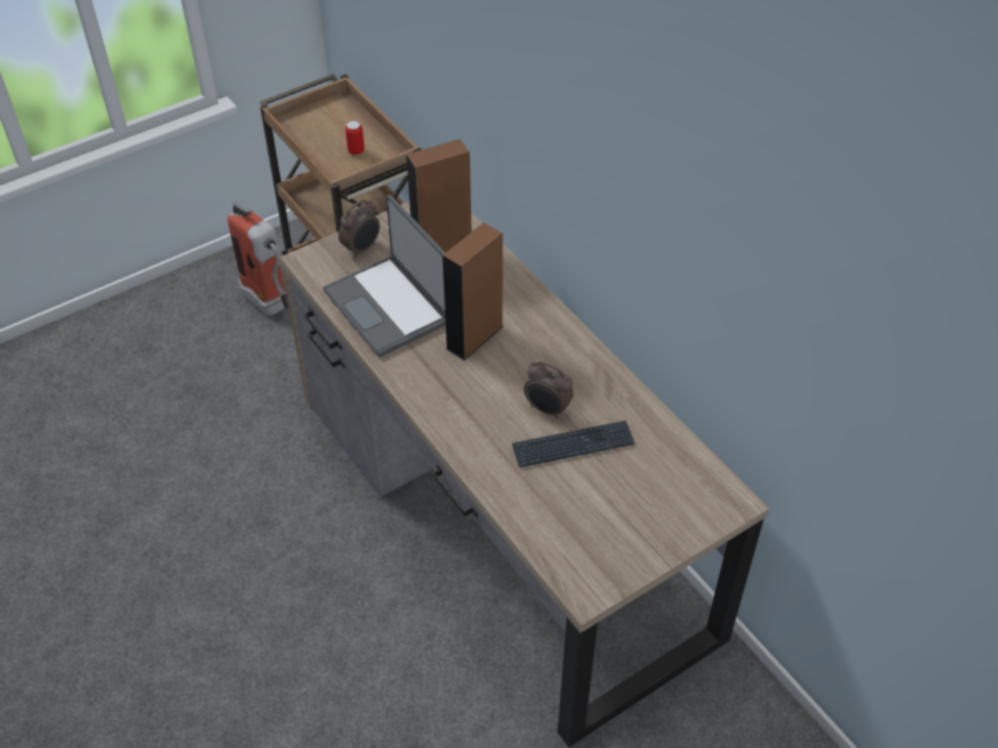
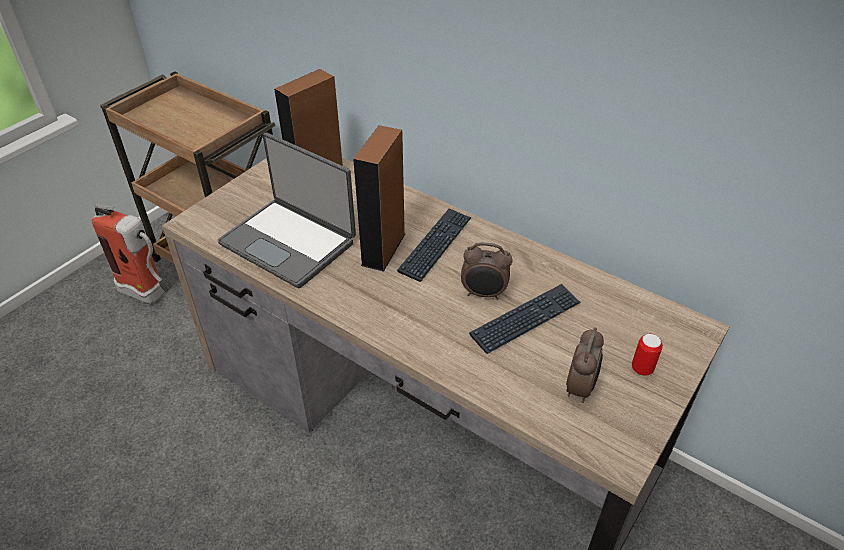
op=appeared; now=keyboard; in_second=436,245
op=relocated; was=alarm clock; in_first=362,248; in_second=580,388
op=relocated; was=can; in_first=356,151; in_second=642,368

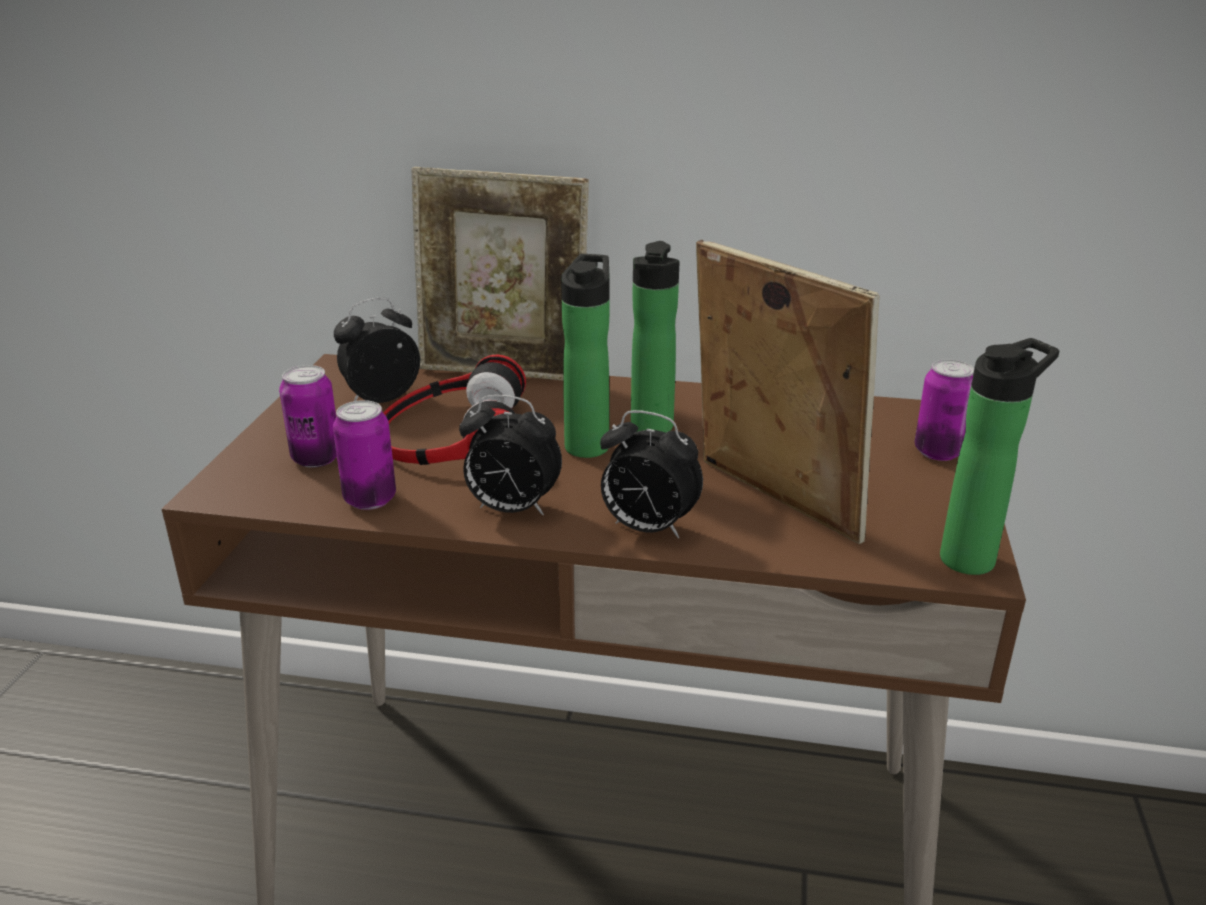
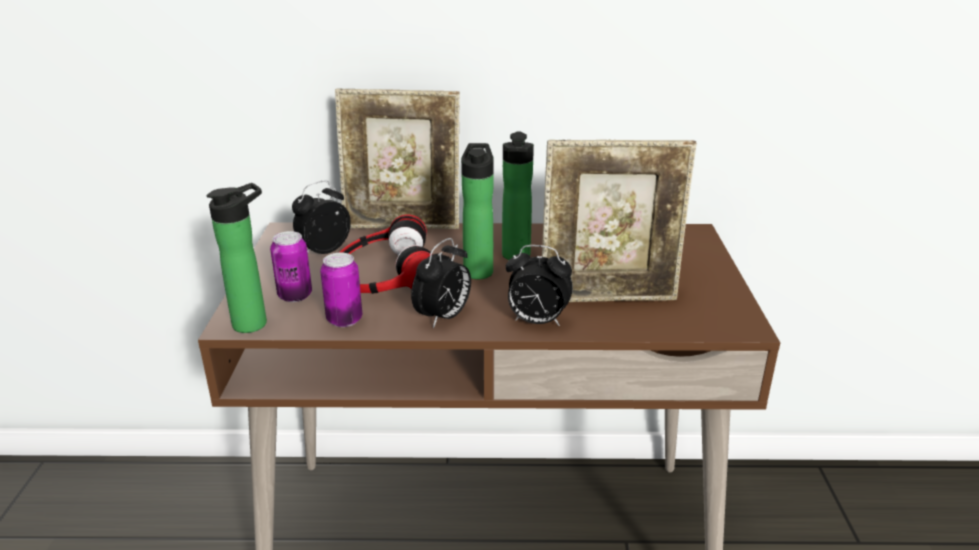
op=missing; was=can; in_first=938,452
op=relocated; was=bottle; in_first=973,558; in_second=255,322
op=spun; was=alarm clock; in_first=511,509; in_second=443,317; clockwise=-60
op=spun; was=picture frame; in_first=770,502; in_second=608,297; clockwise=135

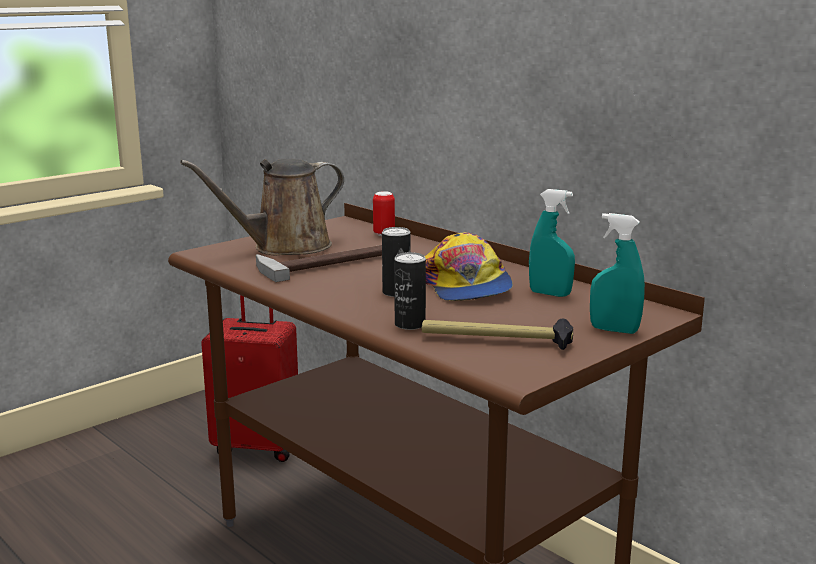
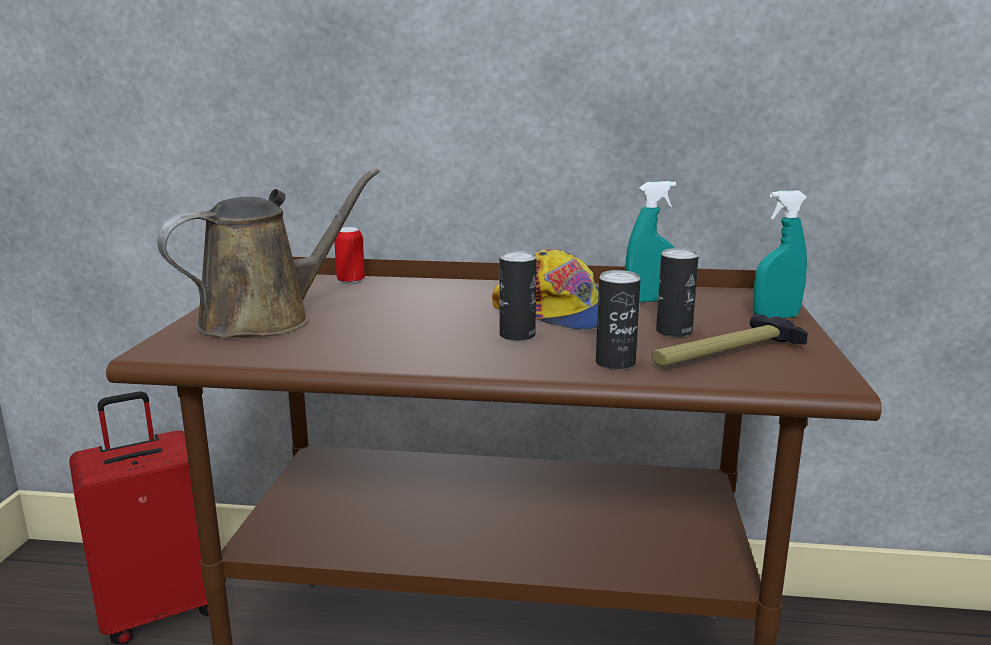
op=missing; was=hammer; in_first=327,262
op=appeared; now=can; in_second=674,332
op=spun; was=brown watering can; in_first=284,247; in_second=266,319; clockwise=-150

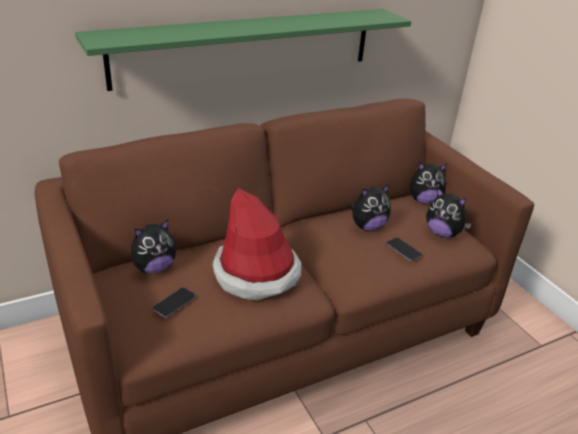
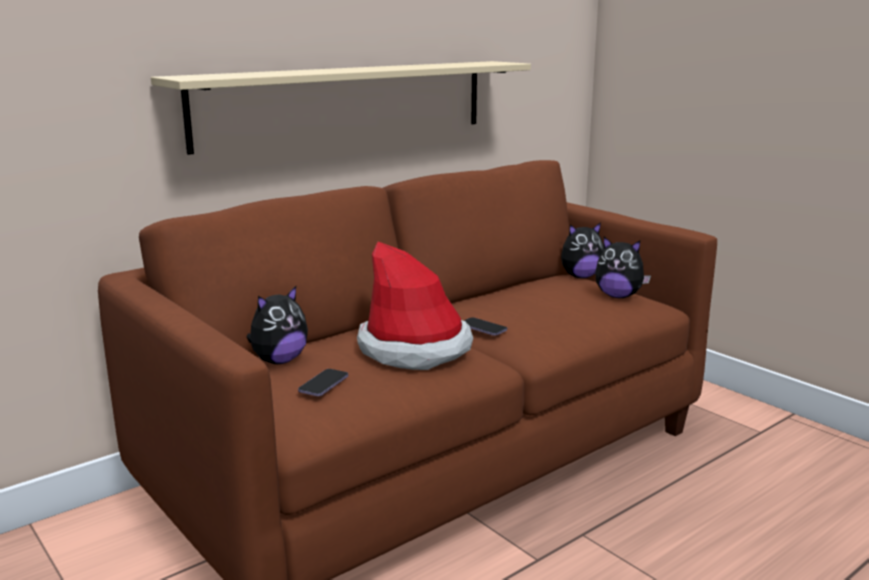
op=missing; was=plush toy; in_first=367,226
op=relocated; was=phone; in_first=403,250; in_second=483,328
op=colour; was=green shelf; now=beige shelf; in_first=246,47; in_second=347,102

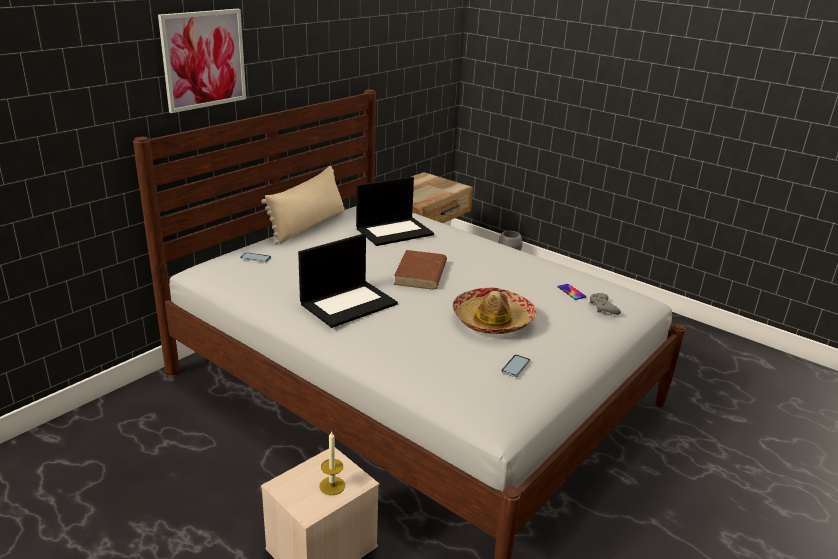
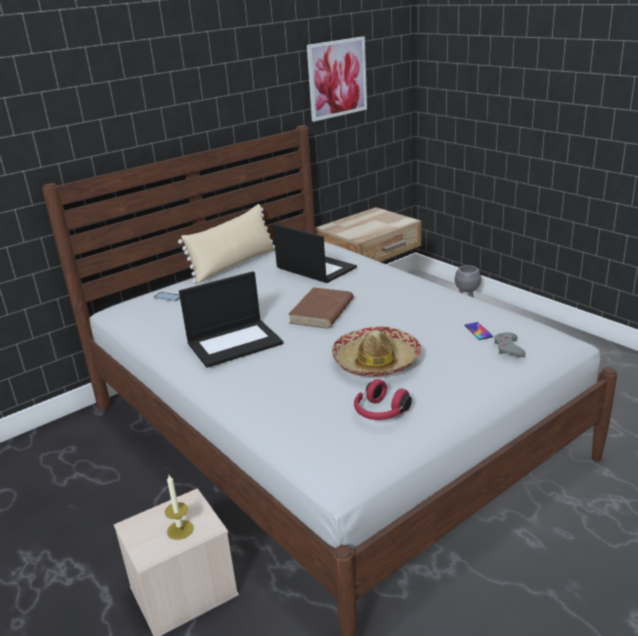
op=relocated; was=picture; in_first=203,59; in_second=337,78
op=exchanged; was=phone; now=red headphones; in_first=515,366; in_second=380,412
op=spun; was=laptop; in_first=394,231; in_second=315,268; clockwise=-120

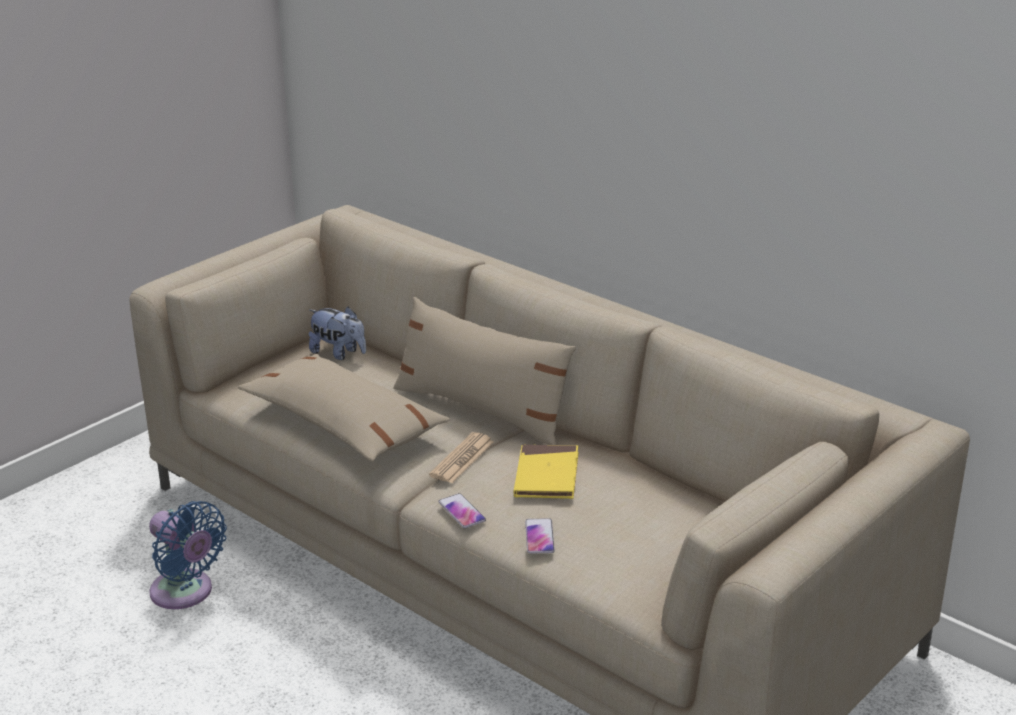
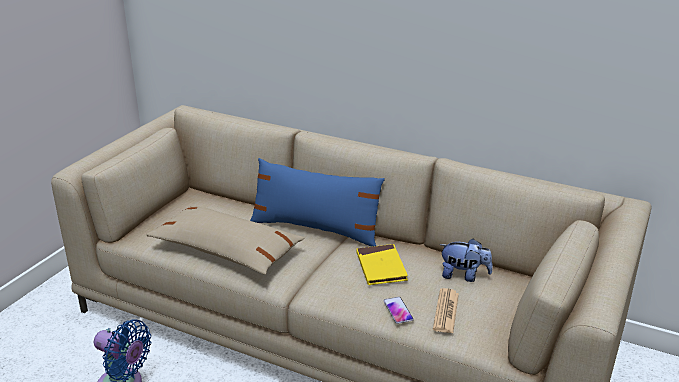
op=missing; was=phone; in_first=462,512
op=relocated; was=plush toy; in_first=338,353; in_second=464,276
op=relocated; was=newspaper; in_first=462,459; in_second=446,311
op=colour; was=beige pillow; now=blue pillow; in_first=482,410; in_second=315,229

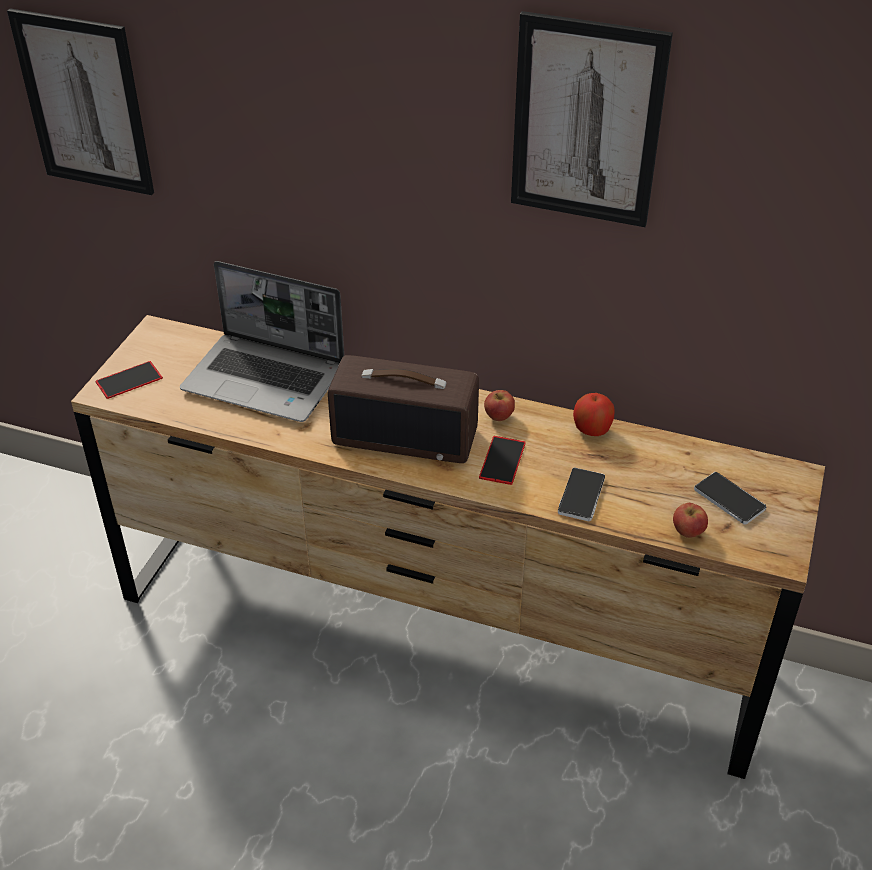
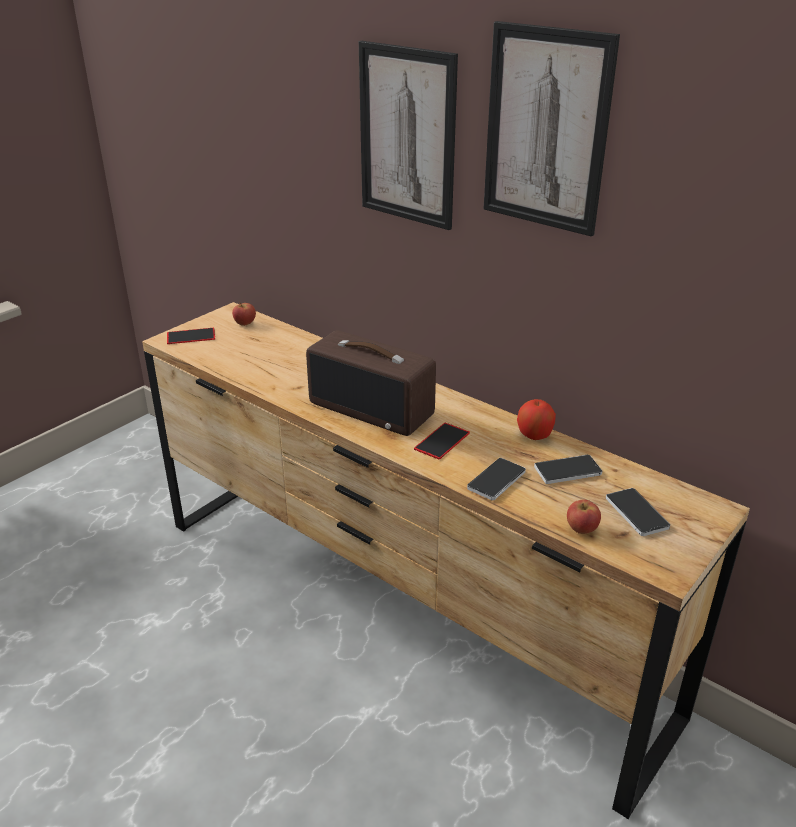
op=missing; was=laptop; in_first=266,379
op=appeared; now=phone; in_second=567,471
op=relocated; was=picture; in_first=84,104; in_second=407,136
op=relocated; was=apple; in_first=499,416; in_second=245,323

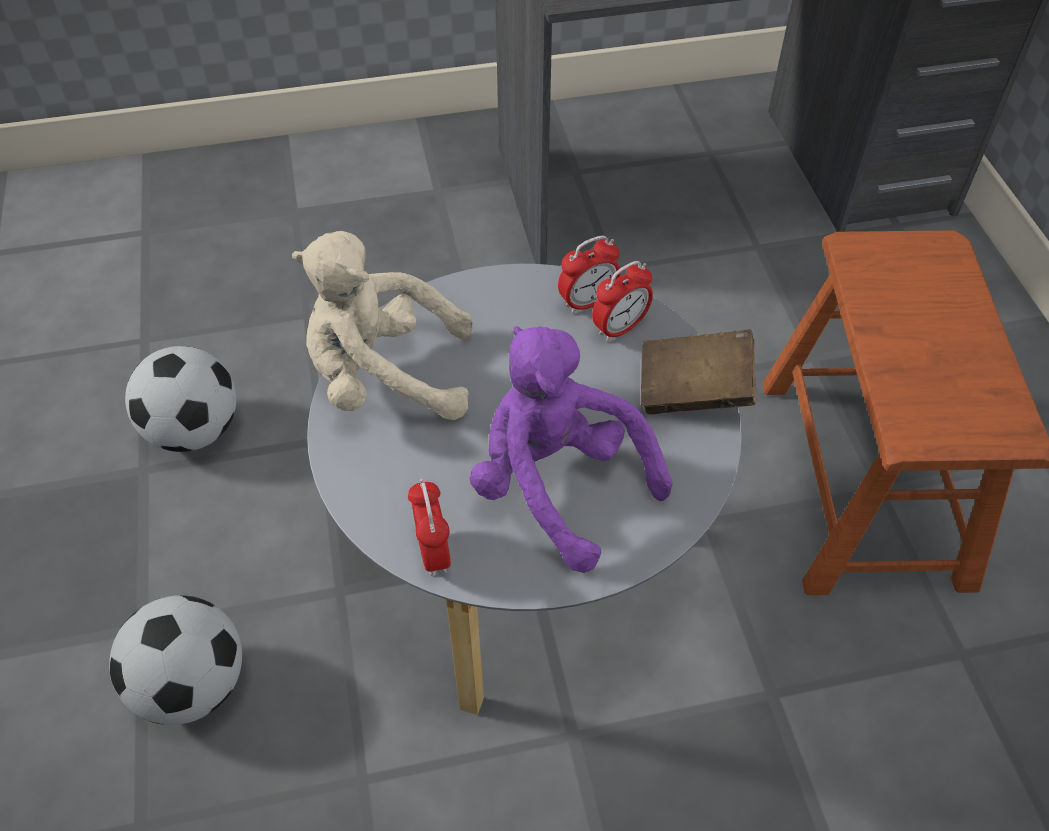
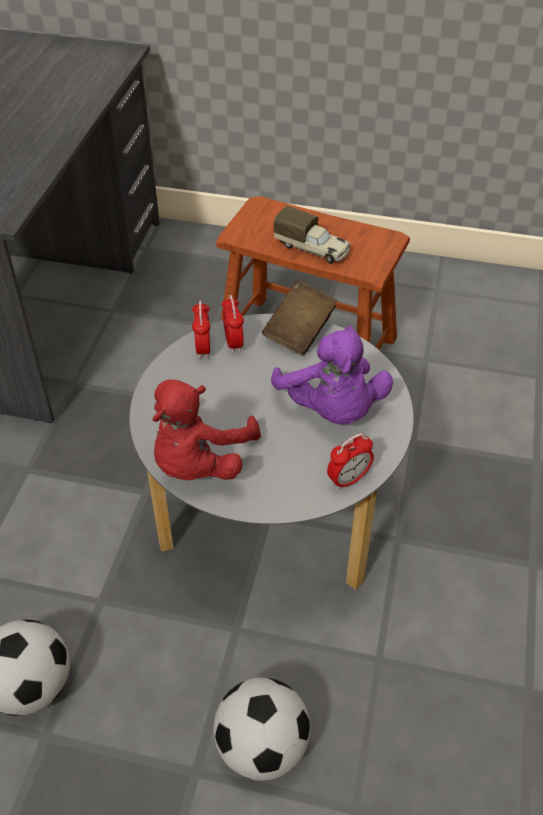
op=appeared; now=toy truck; in_second=312,249
op=colour; was=beige plush toy; now=red plush toy; in_first=384,377; in_second=199,462
op=spun; was=alarm clock; in_first=433,552; in_second=348,479; clockwise=135
op=spun; was=purple plush toy; in_first=557,485; in_second=331,410; clockwise=-90

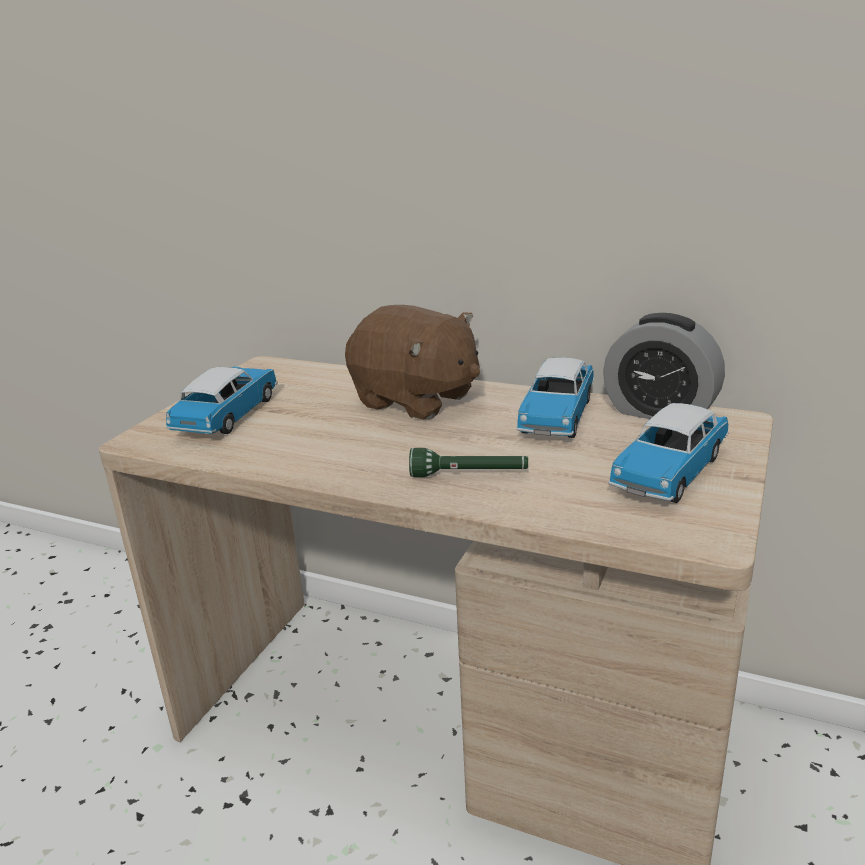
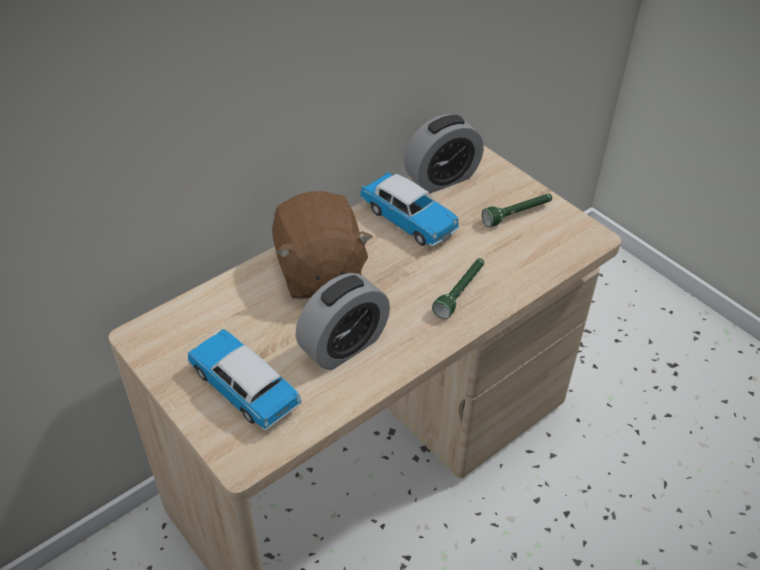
op=appeared; now=alarm clock; in_second=344,346
op=exchanged; was=toy car; now=green flashlight; in_first=669,472; in_second=517,214
op=spun; was=brown plush toy; in_first=416,400; in_second=319,272; clockwise=105

